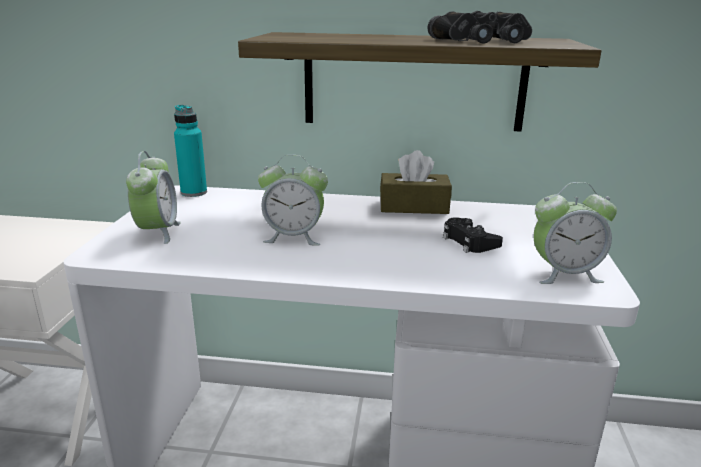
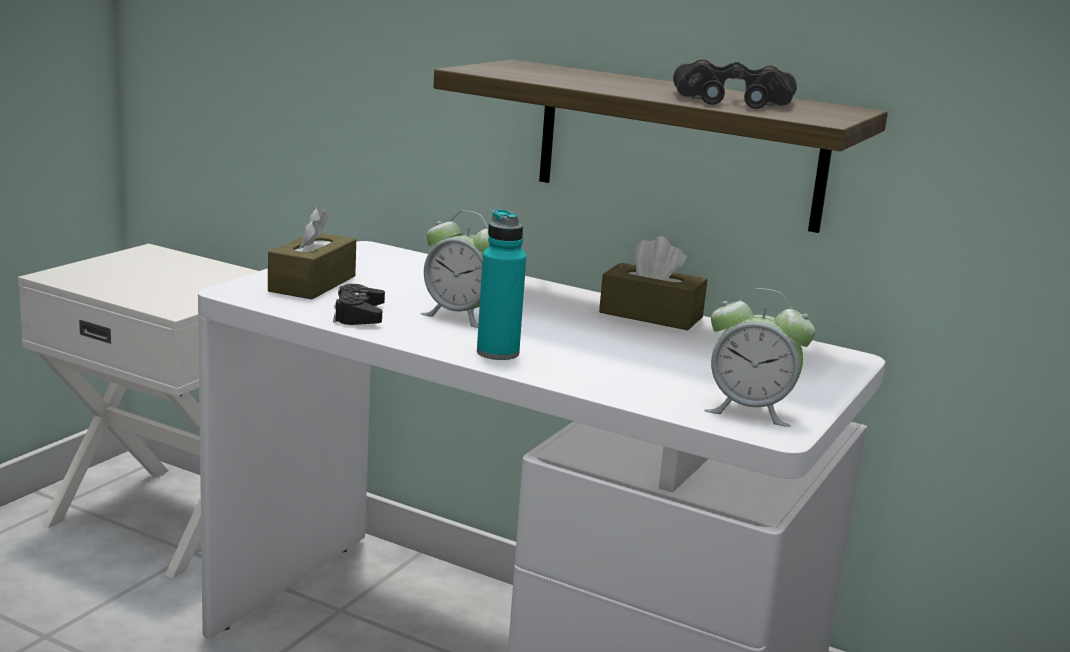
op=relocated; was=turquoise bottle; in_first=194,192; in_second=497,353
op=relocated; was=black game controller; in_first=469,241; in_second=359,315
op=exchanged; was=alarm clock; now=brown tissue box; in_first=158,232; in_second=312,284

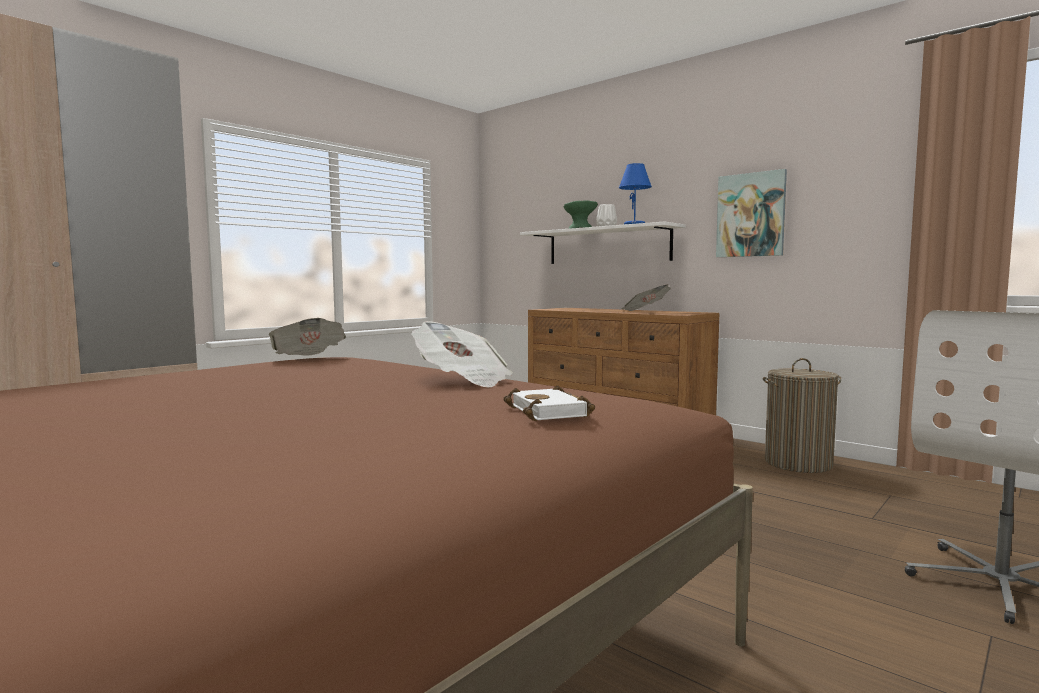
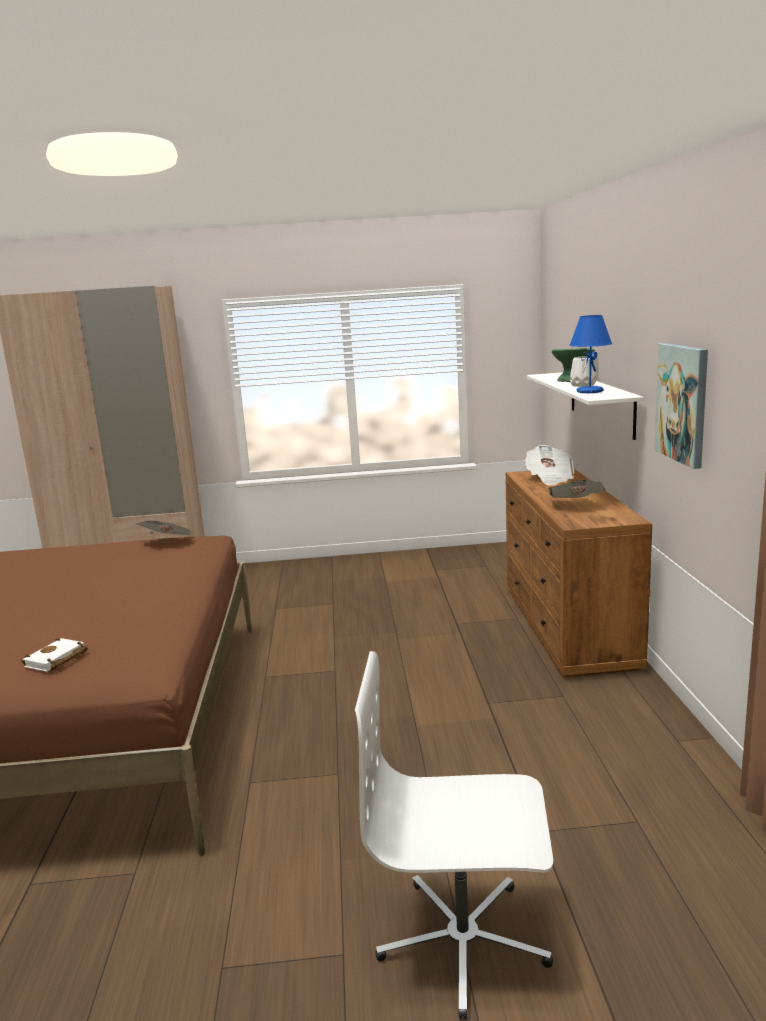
op=missing; was=laundry basket; in_first=798,463
op=relocated; was=newspaper; in_first=463,380; in_second=549,479

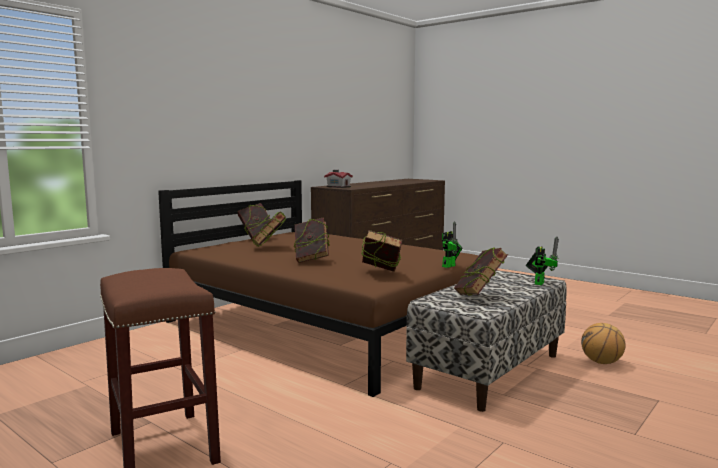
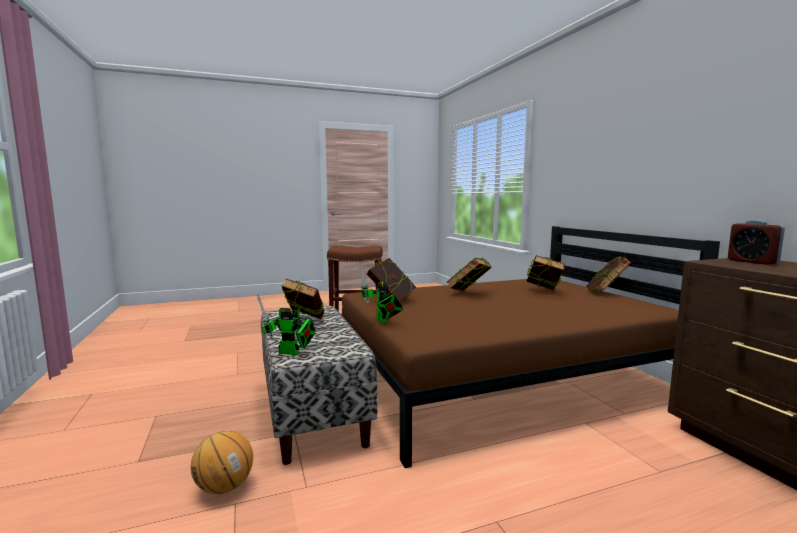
op=exchanged; was=toy house; now=alarm clock; in_first=338,186; in_second=752,262
op=spun; was=toy robot; in_first=539,282; in_second=292,353; clockwise=-45

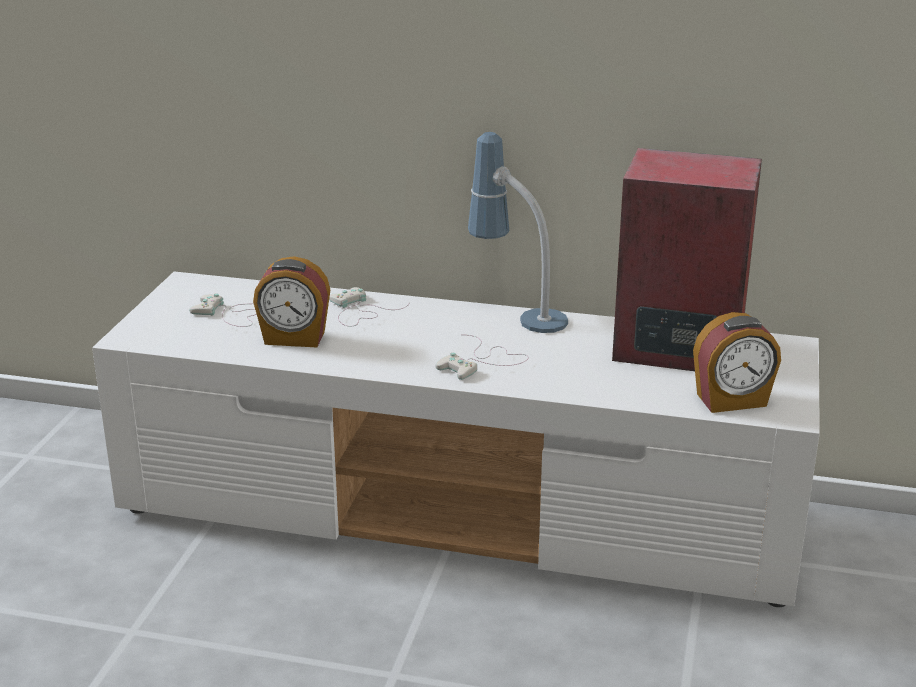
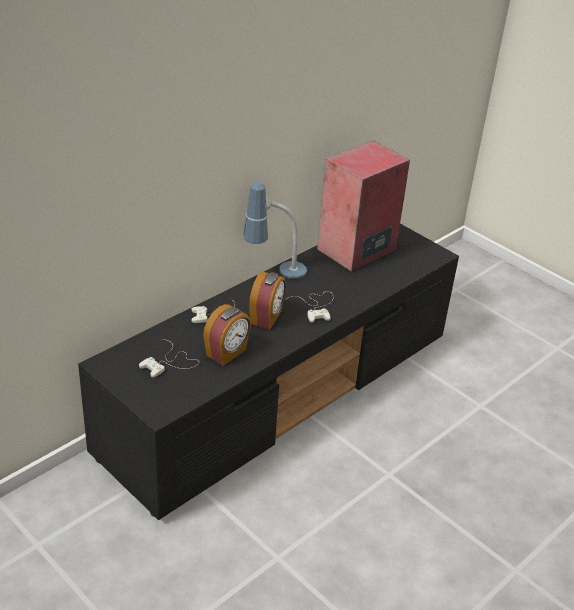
op=relocated; was=alarm clock; in_first=732,401; in_second=266,317
op=colour; was=white tv stand; now=black tv stand; in_first=462,512; in_second=281,392

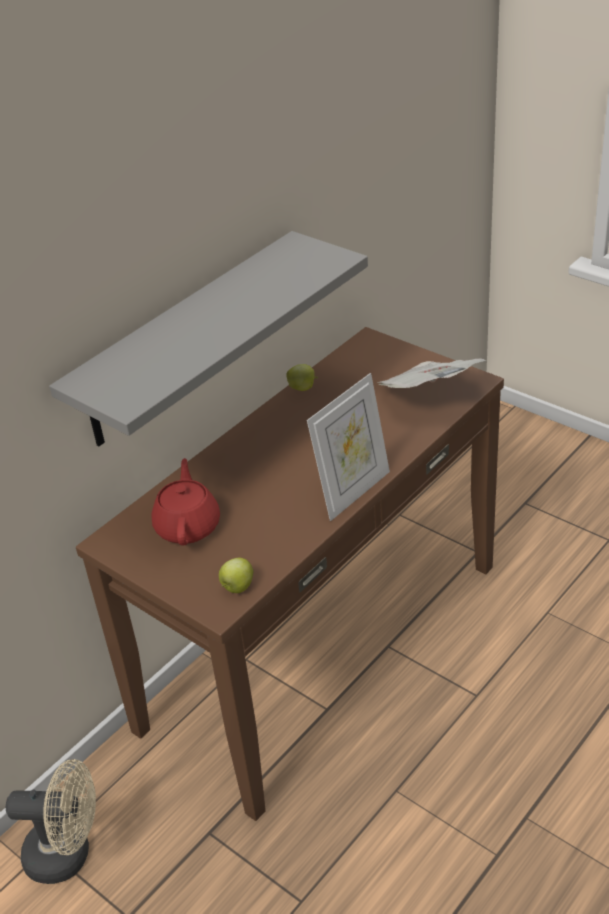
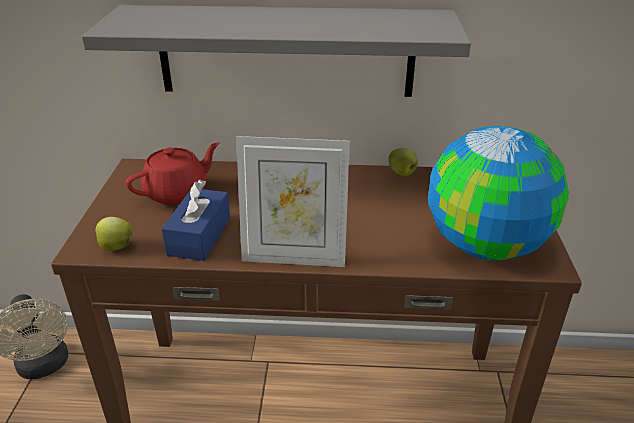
op=appeared; now=blue tissue box; in_second=199,236
op=exchanged; was=newspaper; now=globe; in_first=430,395; in_second=485,244

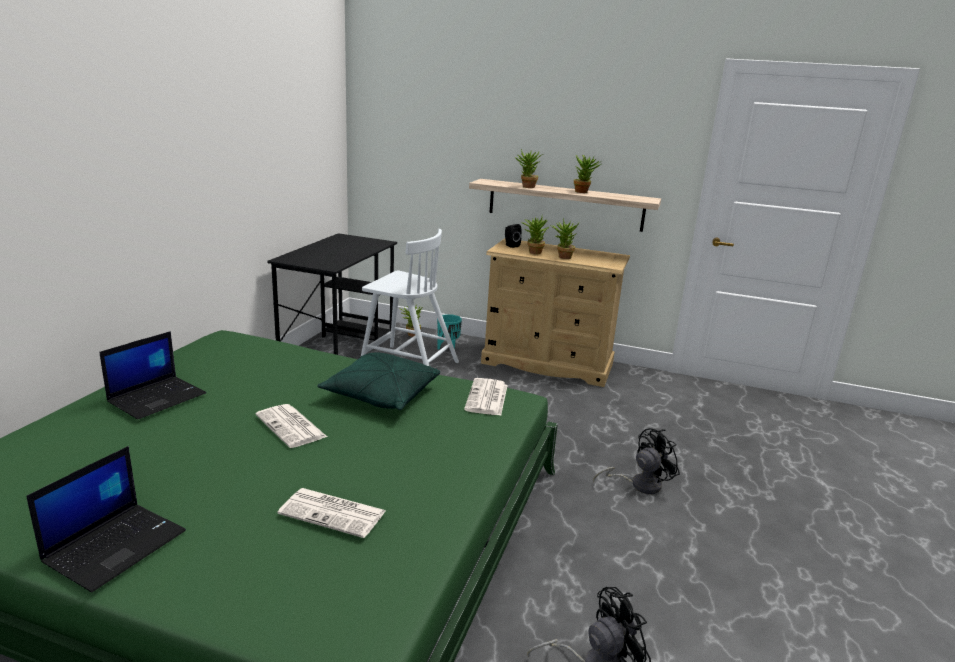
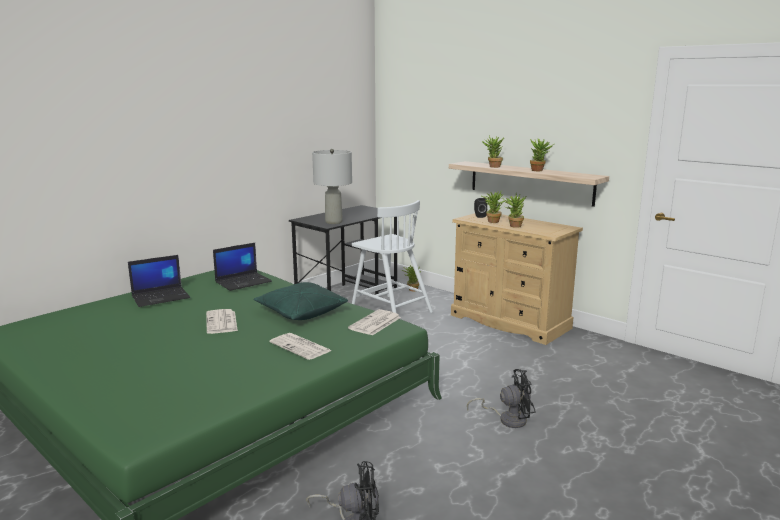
op=missing; was=turquoise planter; in_first=448,349
op=appeared; now=grey table lamp; in_second=333,222
op=relocated; was=laptop; in_first=116,545; in_second=244,282
op=relocated; was=newspaper; in_first=334,513; in_second=301,347

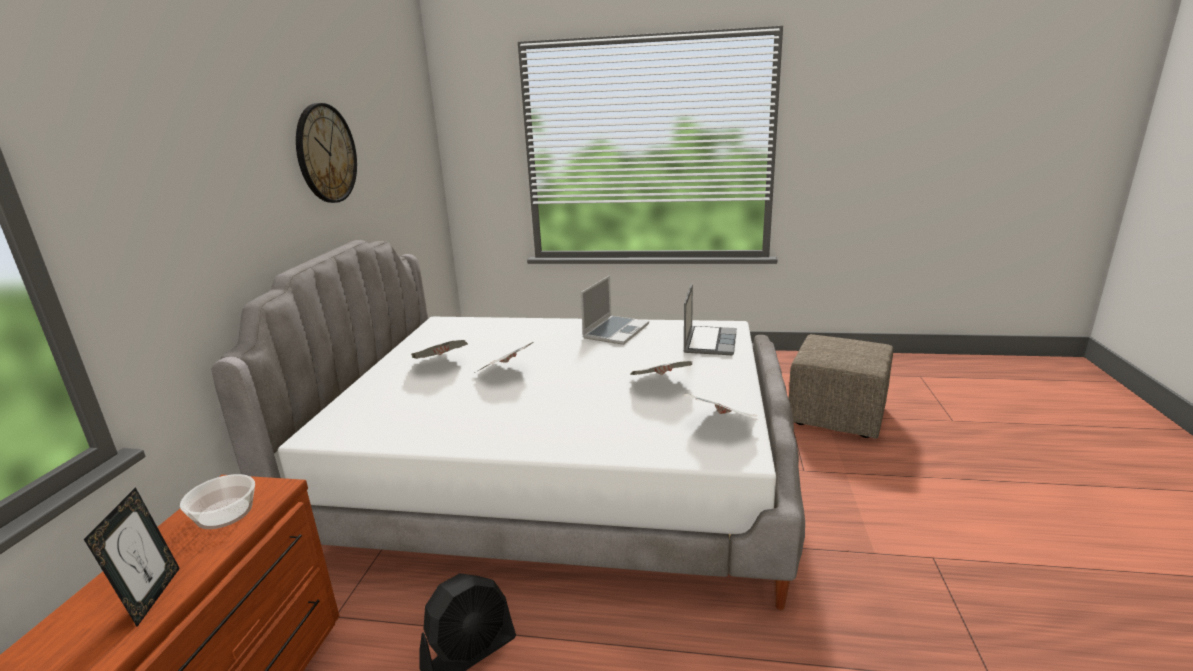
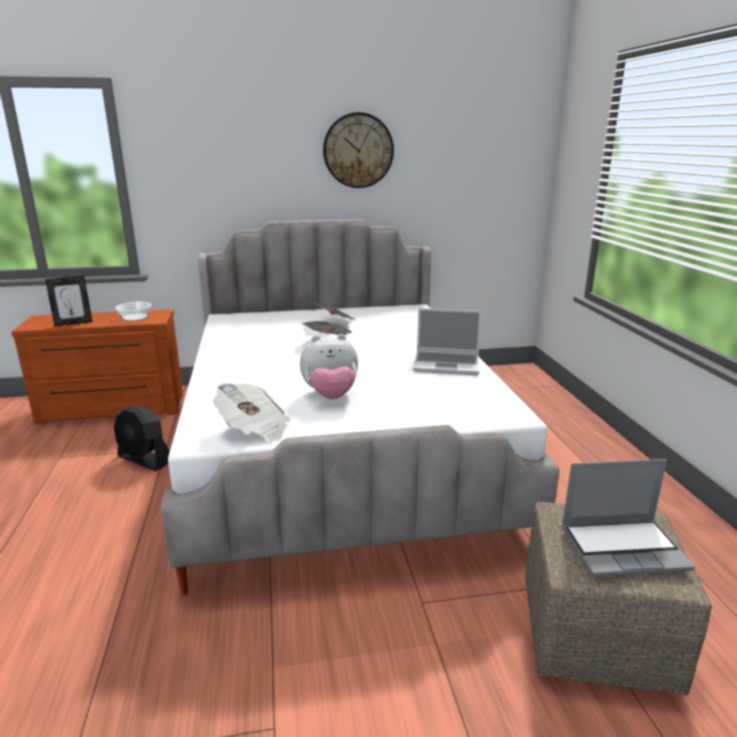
op=relocated; was=laptop; in_first=709,342; in_second=624,548
op=exchanged; was=newspaper; now=plush toy; in_first=660,384; in_second=330,396

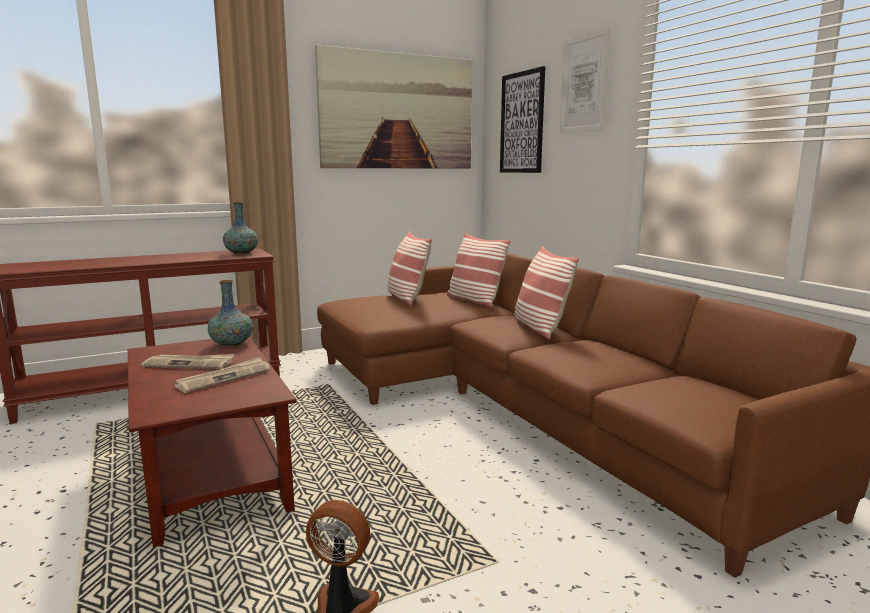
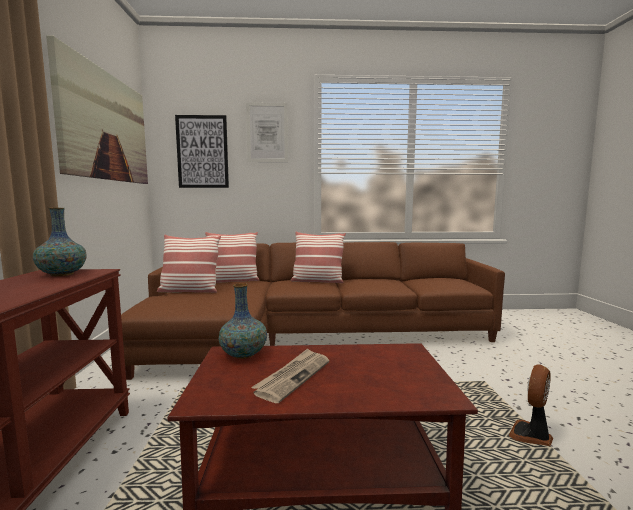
op=missing; was=newspaper; in_first=224,377

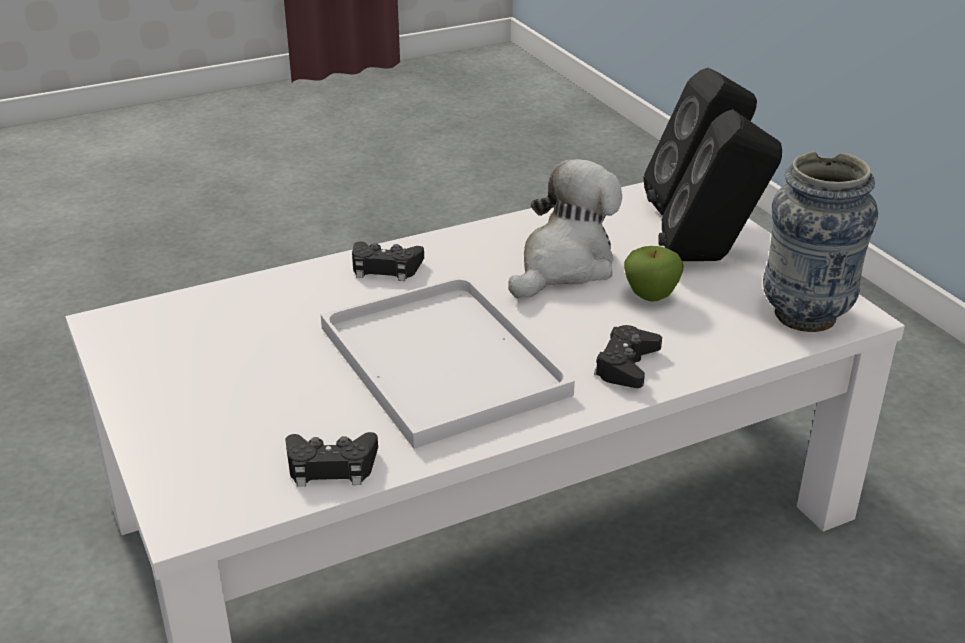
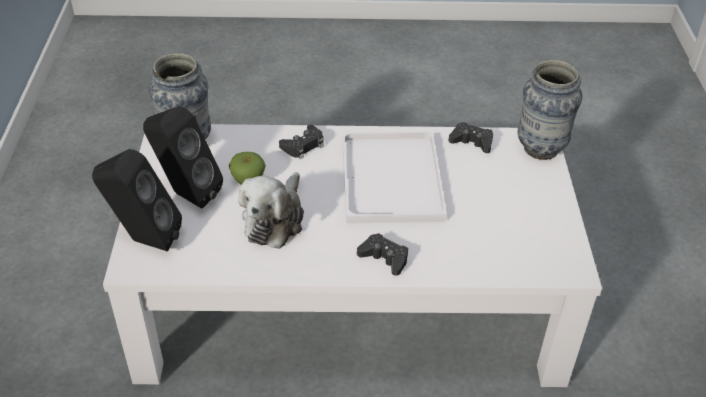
op=appeared; now=vase; in_second=540,149
op=spun; was=plush toy; in_first=564,266; in_second=275,220; clockwise=-45

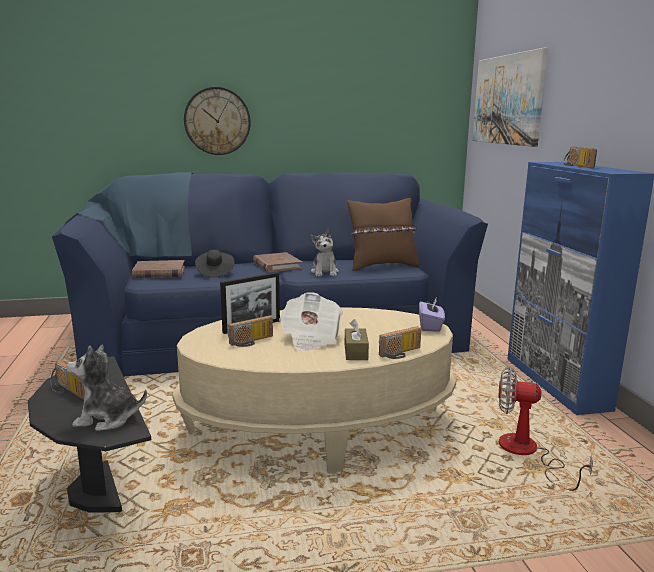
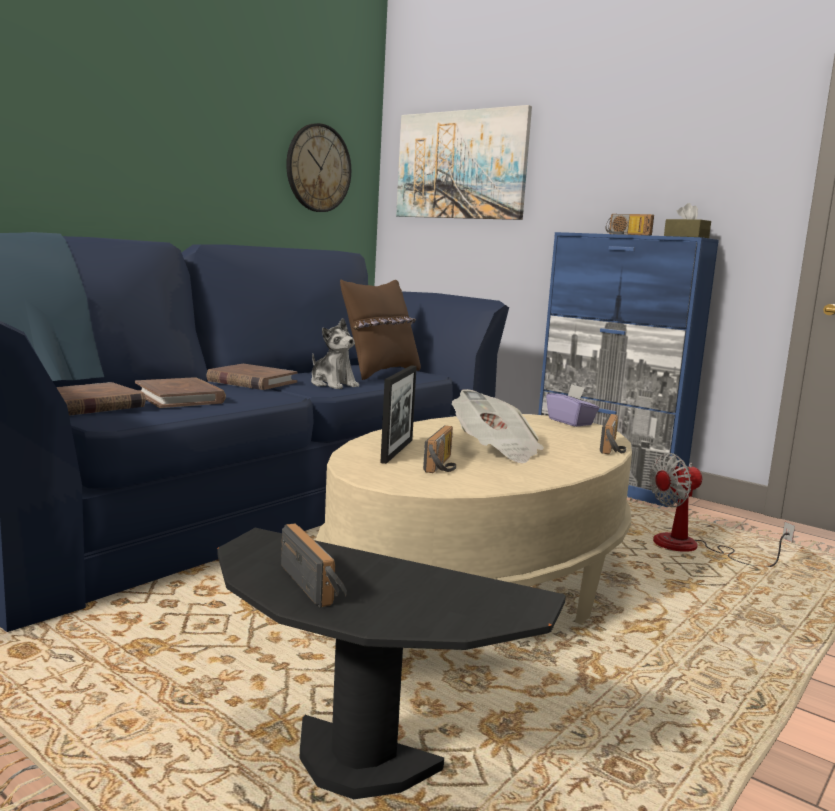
op=missing; was=plush toy; in_first=107,418
op=relocated; was=wall clock; in_first=217,121; in_second=318,168
op=relocated; was=brown tissue box; in_first=356,352; in_second=686,237
op=exchanged; was=black hat; now=brown book; in_first=214,272; in_second=180,398
op=spun; was=radio; in_first=68,392; in_second=317,585; clockwise=-120

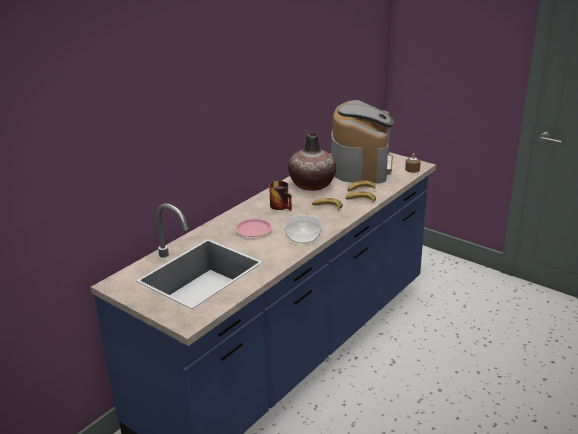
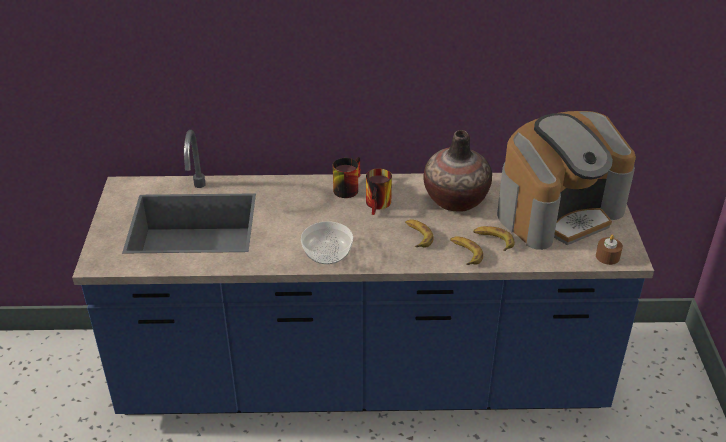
op=missing; was=pink plate; in_first=253,230
op=appeared; now=mug; in_second=346,187

